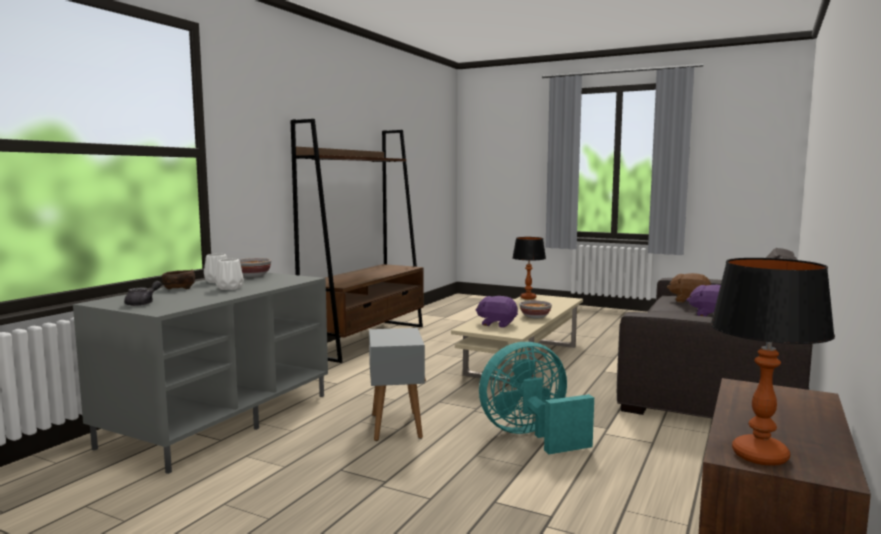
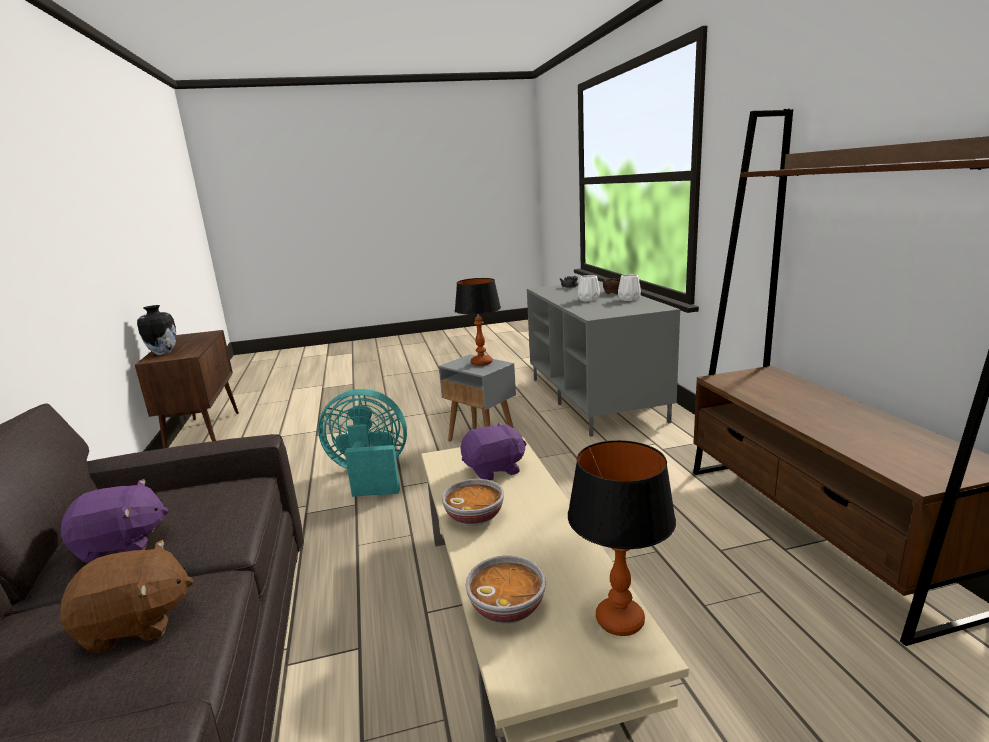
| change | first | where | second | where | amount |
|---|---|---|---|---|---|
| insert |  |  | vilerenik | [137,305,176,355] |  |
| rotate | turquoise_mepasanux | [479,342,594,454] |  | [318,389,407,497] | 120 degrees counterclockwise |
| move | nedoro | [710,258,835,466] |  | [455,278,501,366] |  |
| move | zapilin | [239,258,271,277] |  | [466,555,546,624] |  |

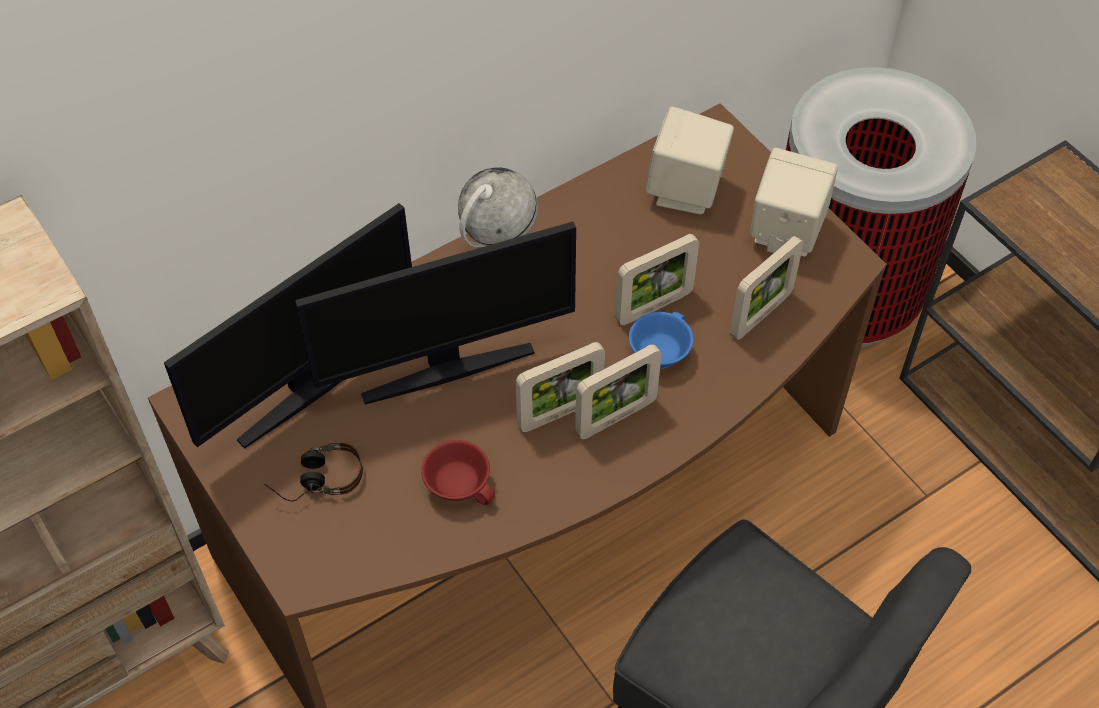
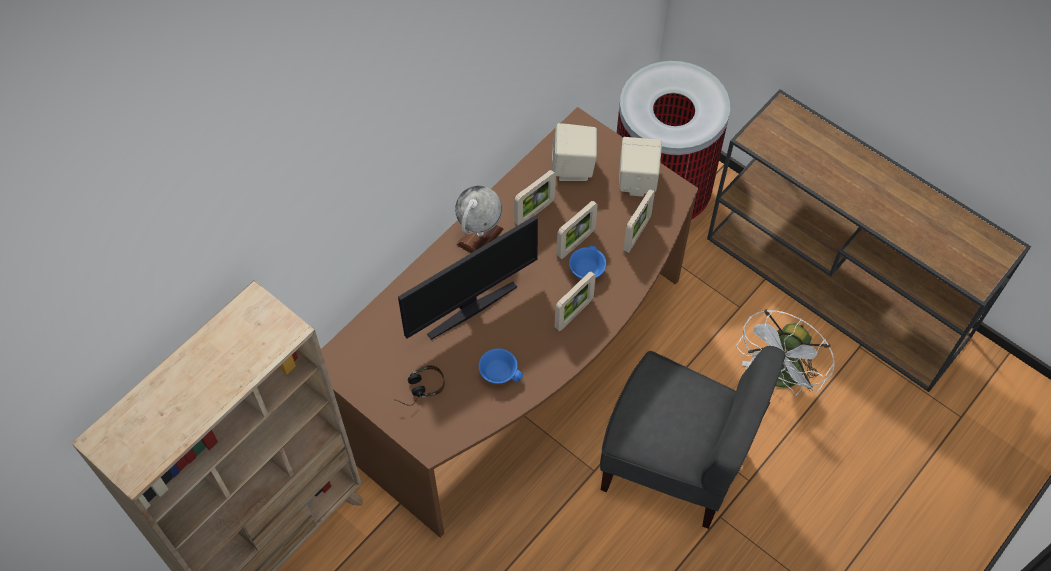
| change | first | where | second | where | amount |
|---|---|---|---|---|---|
| recolor | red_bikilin | [421,440,495,505] | blue_bikilin | [478,348,523,384] |  |
| move | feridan | [516,342,605,432] |  | [514,170,556,226] |  |
| insert |  |  | white_mepasanux | [736,309,835,397] |  |
| delete | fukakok | [164,203,412,448] |  |  |  |

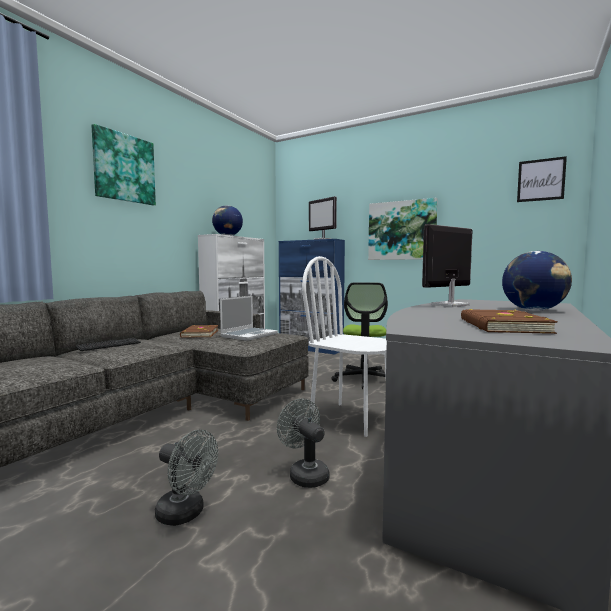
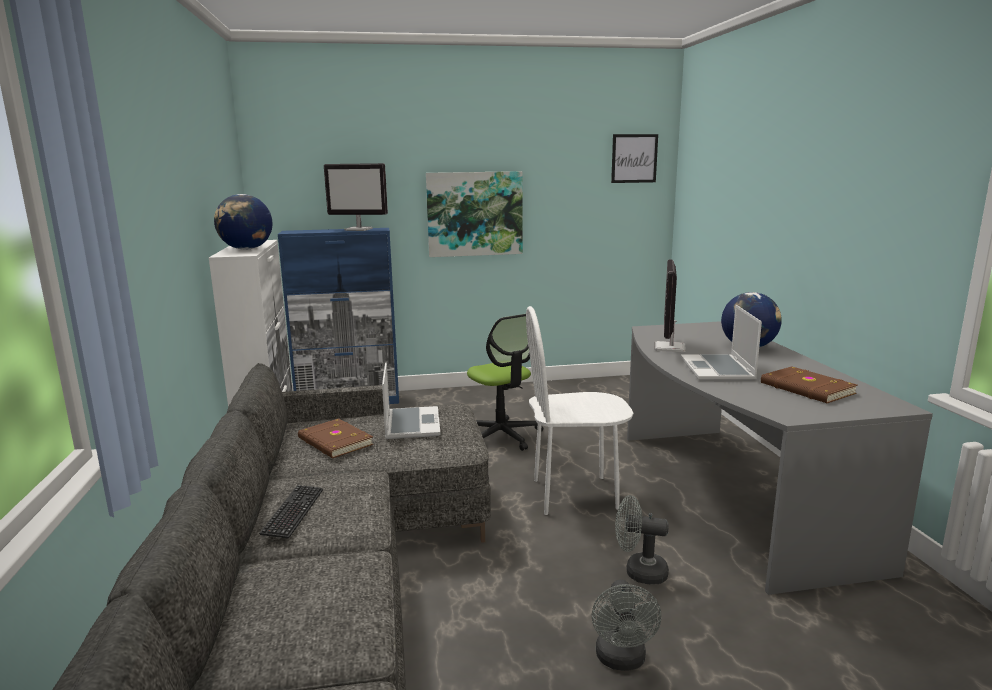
| change | first | where | second | where | amount |
|---|---|---|---|---|---|
| rotate | grey_mepasanux | [155,430,218,526] |  | [592,580,661,671] | 105 degrees clockwise |
| insert |  |  | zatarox | [681,305,762,381] |  |
| delete | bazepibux | [91,124,156,205] |  |  |  |

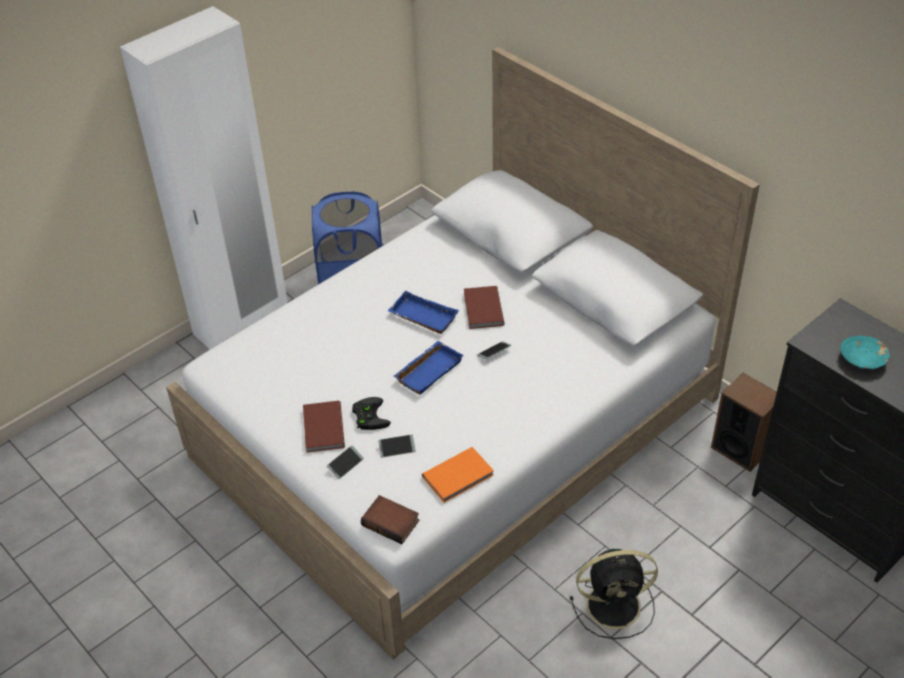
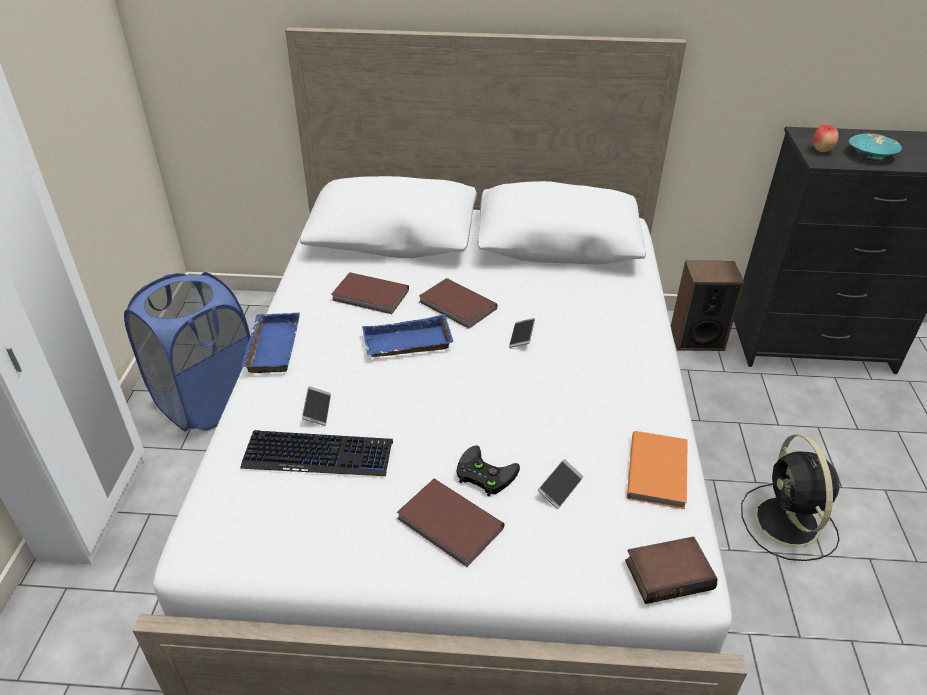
| change | first | where | second | where | amount |
|---|---|---|---|---|---|
| insert |  |  | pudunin | [240,430,393,476] |  |
| move | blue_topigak | [394,341,464,395] |  | [241,312,300,373] |  |
| move | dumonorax | [327,446,364,479] |  | [302,386,331,426] |  |
| insert |  |  | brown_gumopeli | [331,272,409,314] |  |
| rotate | black_mepasanux | [570,549,658,639] |  | [741,434,840,561] | 135 degrees clockwise |
| insert |  |  | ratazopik | [813,125,839,152] |  |

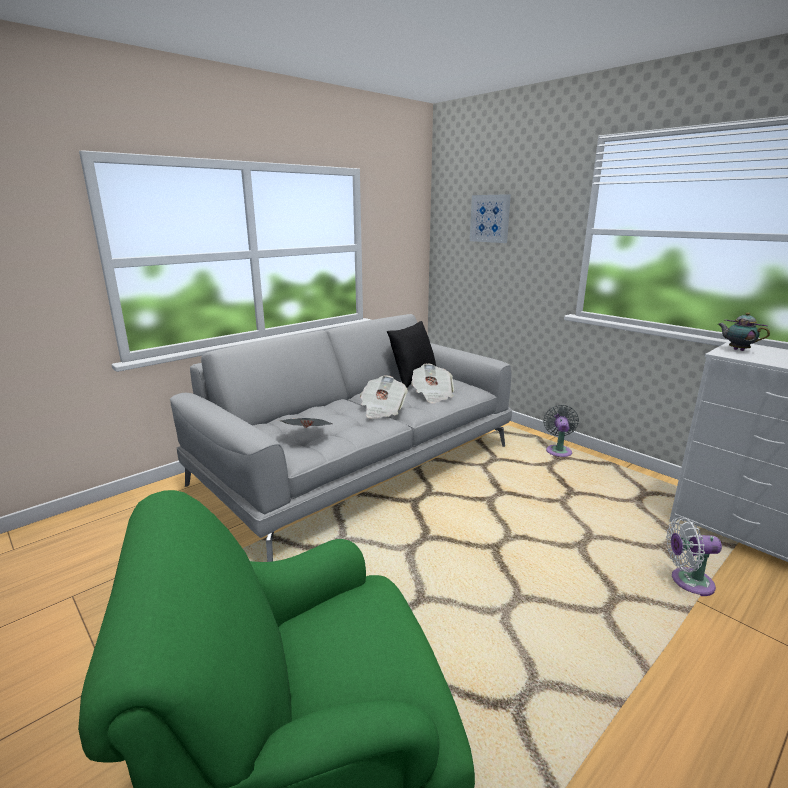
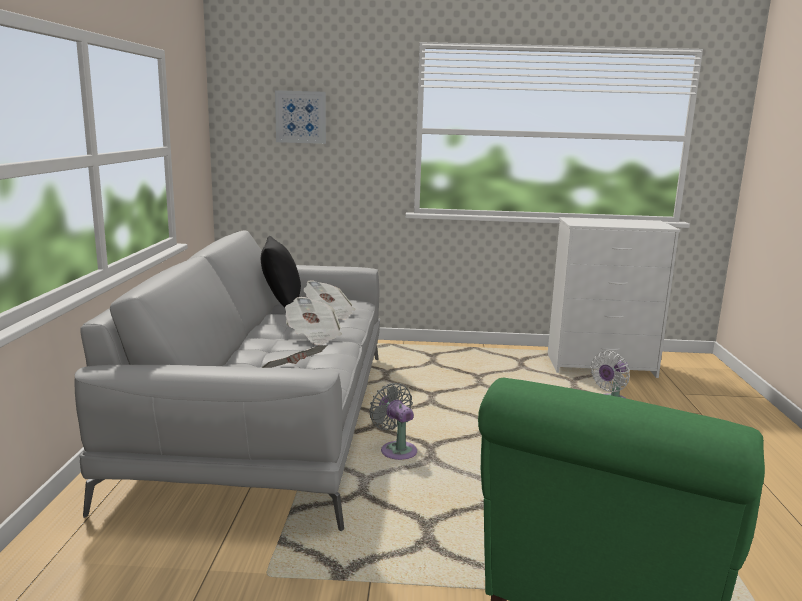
| change | first | where | second | where | amount |
|---|---|---|---|---|---|
| move | grey_mepasanux | [543,405,579,457] |  | [369,383,417,460] |  |
| delete | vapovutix | [718,312,770,351] |  |  |  |

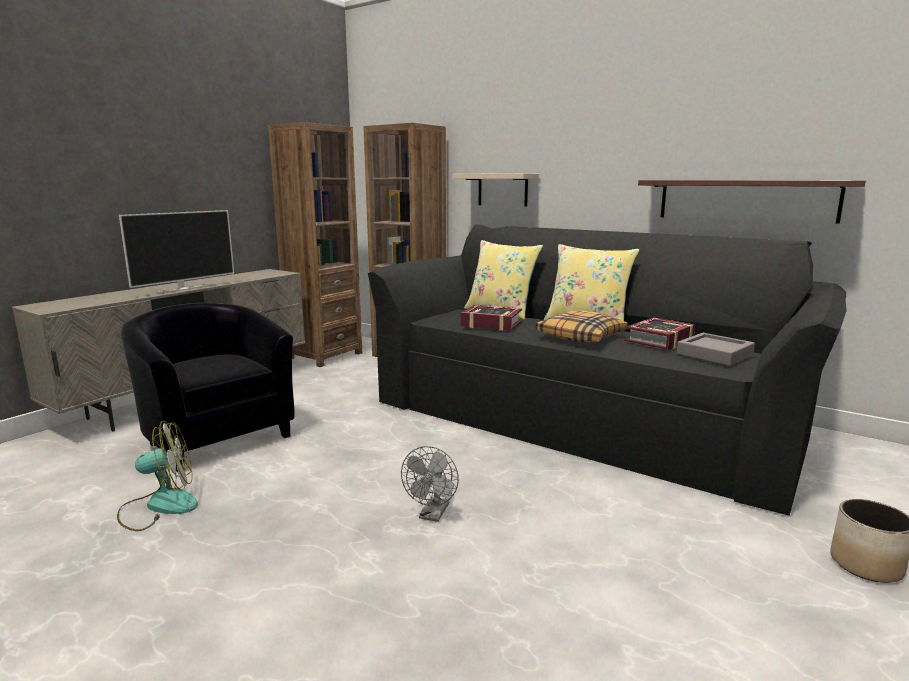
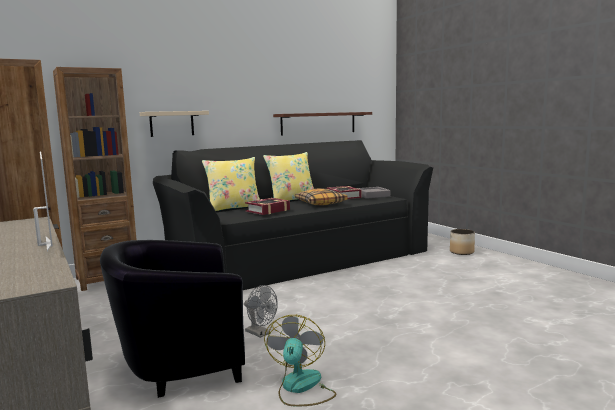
| change | first | where | second | where | amount |
|---|---|---|---|---|---|
| move | grey_mepasanux | [401,446,459,522] |  | [244,285,278,338] |  |

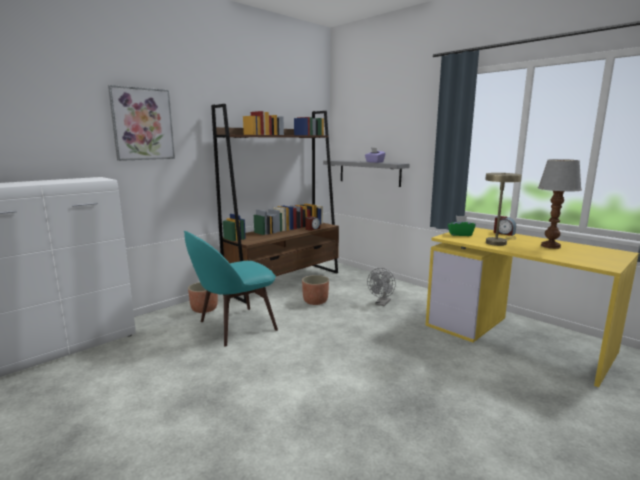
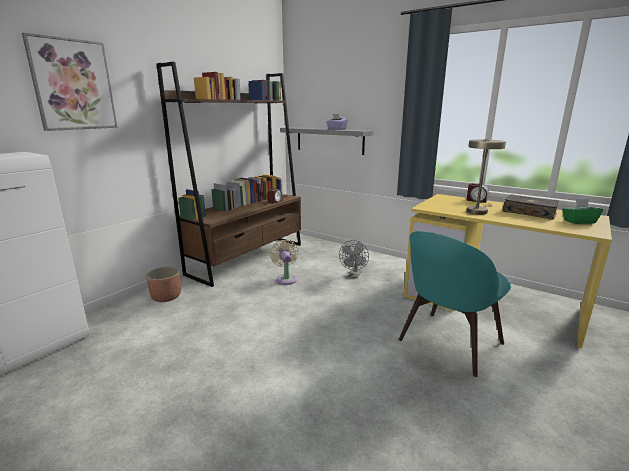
| change | first | where | second | where | amount |
|---|---|---|---|---|---|
| replace | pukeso | [302,275,329,305] | beige_mepasanux | [270,240,298,285] |  |
| move | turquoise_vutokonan | [184,231,278,346] |  | [399,231,511,377] |  |
| replace | nedoro | [538,159,582,249] | gumopeli | [503,194,559,220] |  |
| move | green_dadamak | [448,216,476,236] |  | [562,199,603,224] |  |

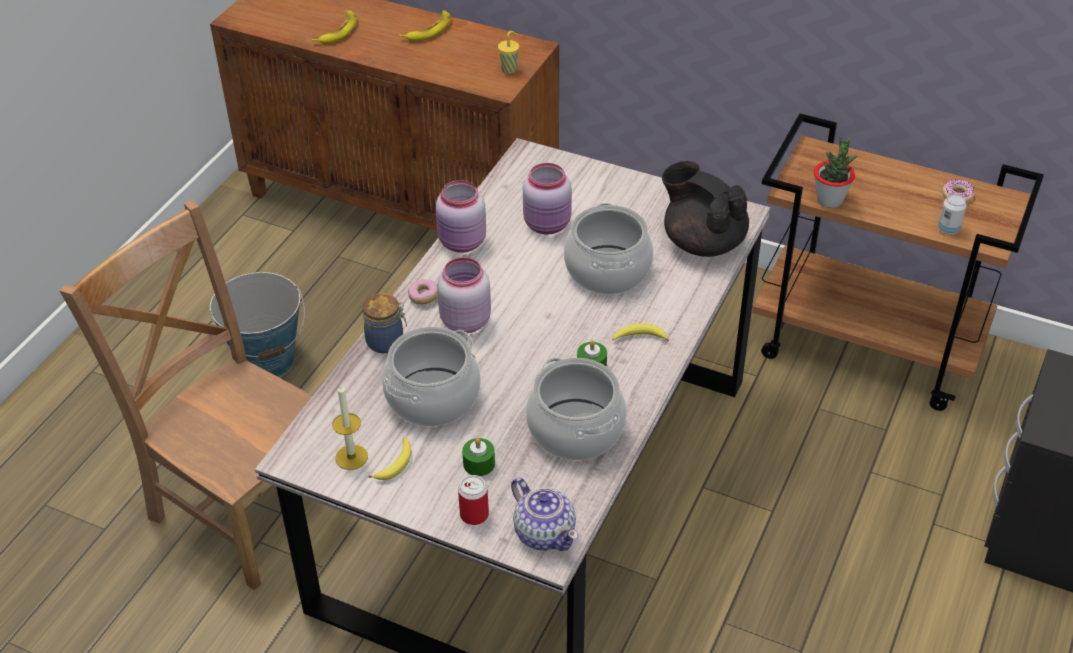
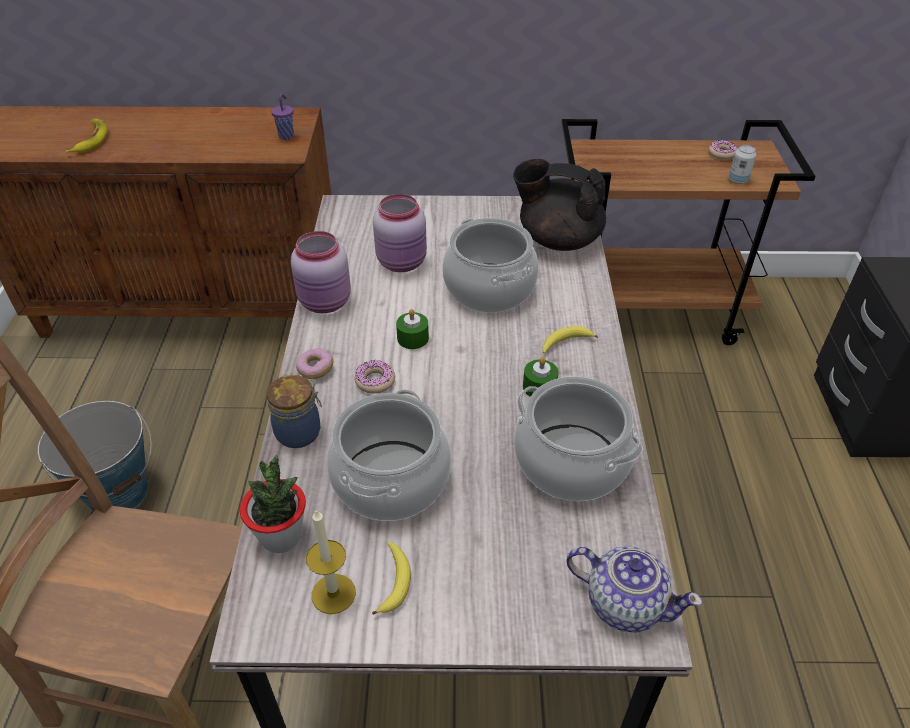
| change | first | where | second | where | amount |
|---|---|---|---|---|---|
| move | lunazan | [814,138,857,208] |  | [240,455,306,553] |  |
| recolor | yellow_bikilin | [498,31,519,74] | purple_bikilin | [271,93,294,140] |  |
| replace | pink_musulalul | [437,257,491,333] | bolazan | [355,360,395,394] |  |
| move | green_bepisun | [462,438,495,476] |  | [396,309,429,349] |  |
| delete | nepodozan | [399,10,451,41] |  |  |  |
| delete | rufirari | [458,475,489,525] |  |  |  |

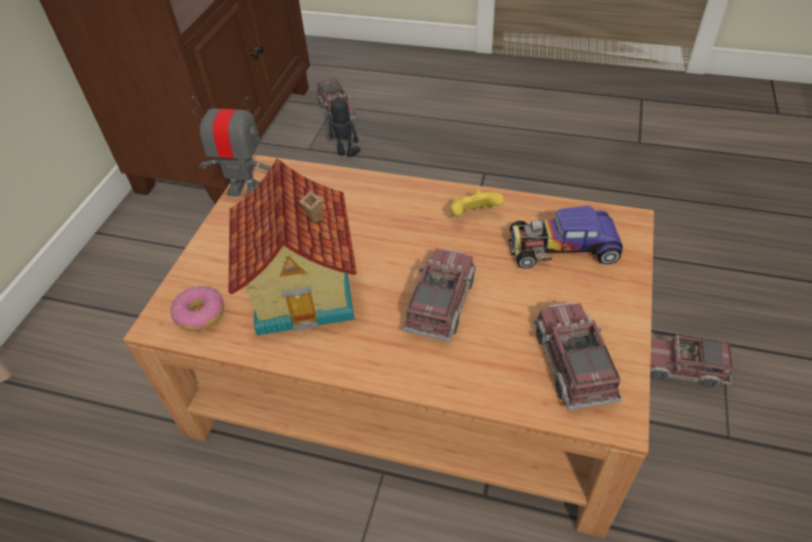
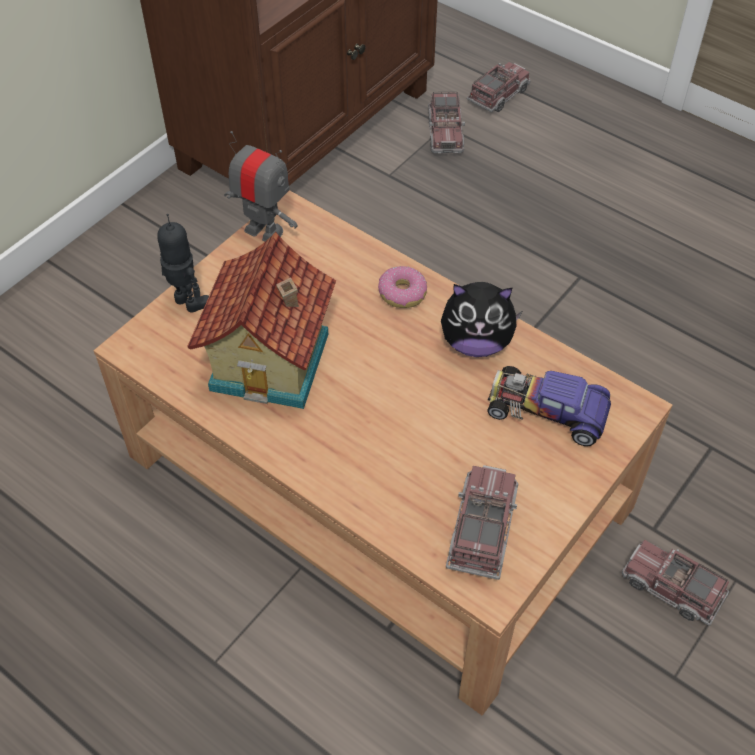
| change | first | where | second | where | amount |
|---|---|---|---|---|---|
| move | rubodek | [329,90,360,157] |  | [157,214,209,312] |  |
| move | bolazan | [171,286,224,331] |  | [378,266,427,308] |  |
| replace | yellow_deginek | [450,189,504,217] | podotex | [441,282,522,357] |  |
| move | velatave | [402,249,476,342] |  | [467,62,531,112] |  |

